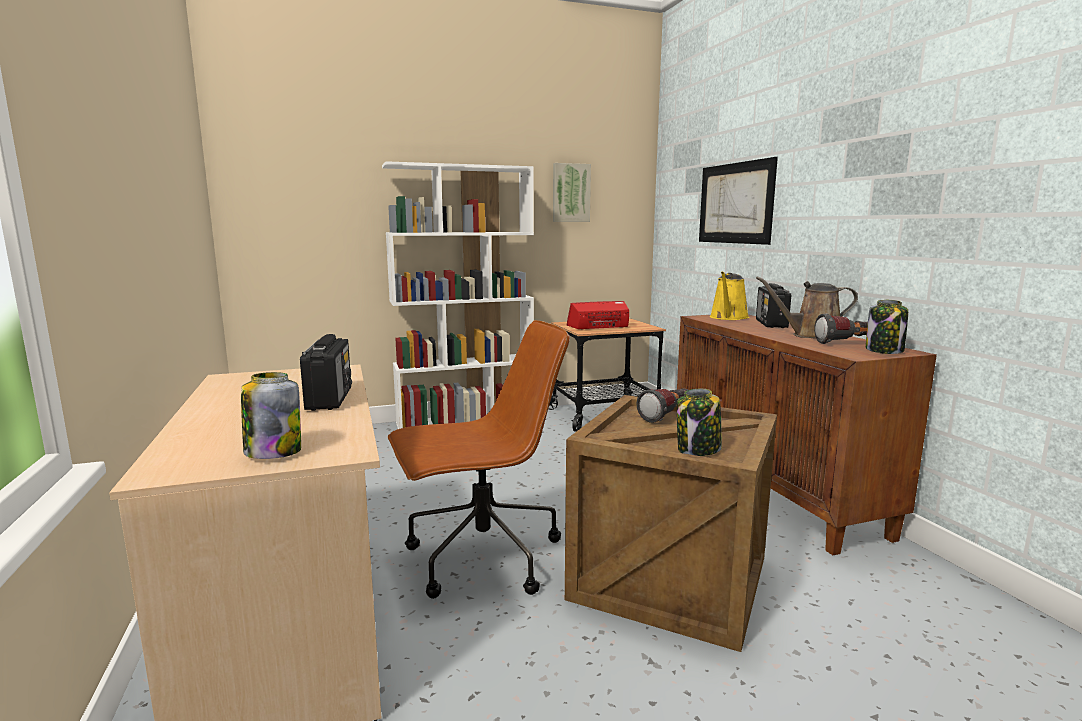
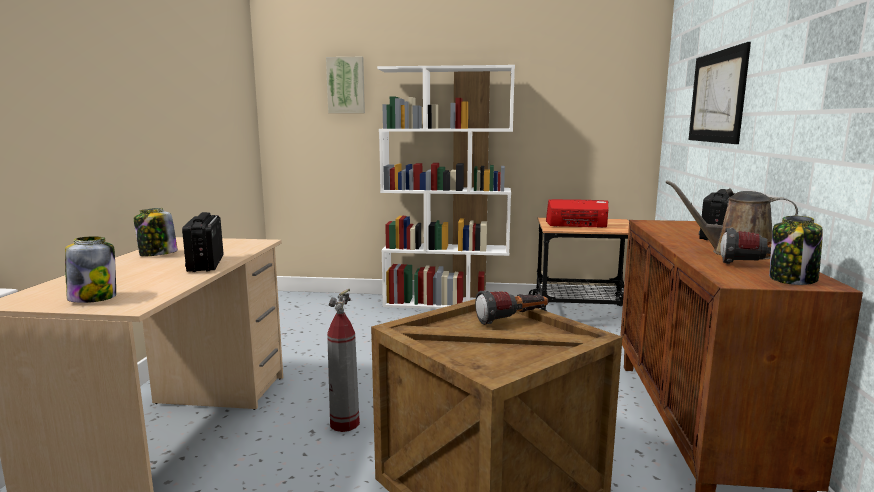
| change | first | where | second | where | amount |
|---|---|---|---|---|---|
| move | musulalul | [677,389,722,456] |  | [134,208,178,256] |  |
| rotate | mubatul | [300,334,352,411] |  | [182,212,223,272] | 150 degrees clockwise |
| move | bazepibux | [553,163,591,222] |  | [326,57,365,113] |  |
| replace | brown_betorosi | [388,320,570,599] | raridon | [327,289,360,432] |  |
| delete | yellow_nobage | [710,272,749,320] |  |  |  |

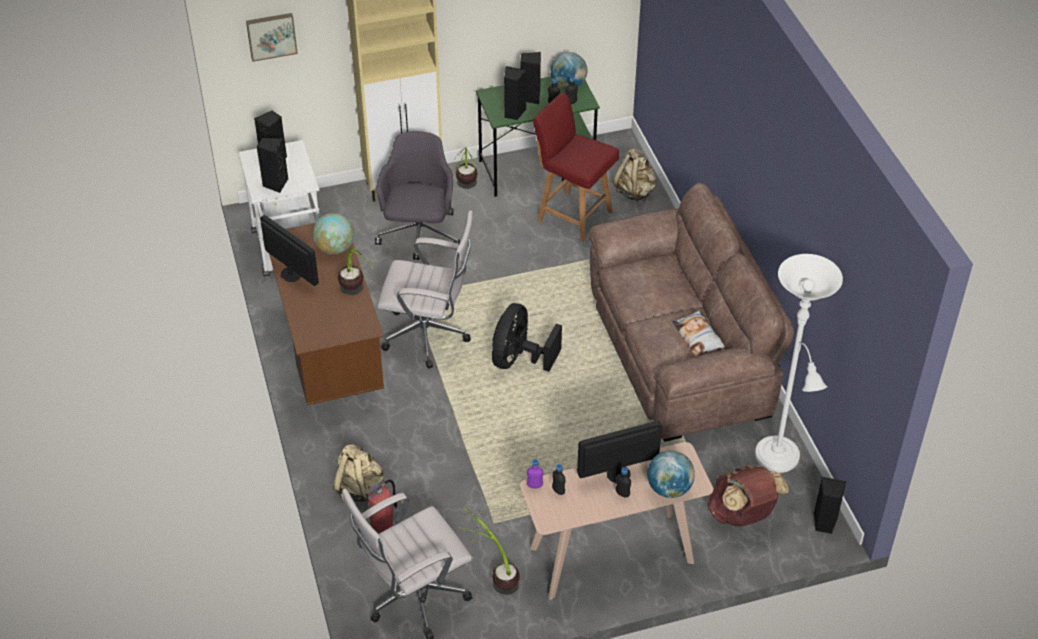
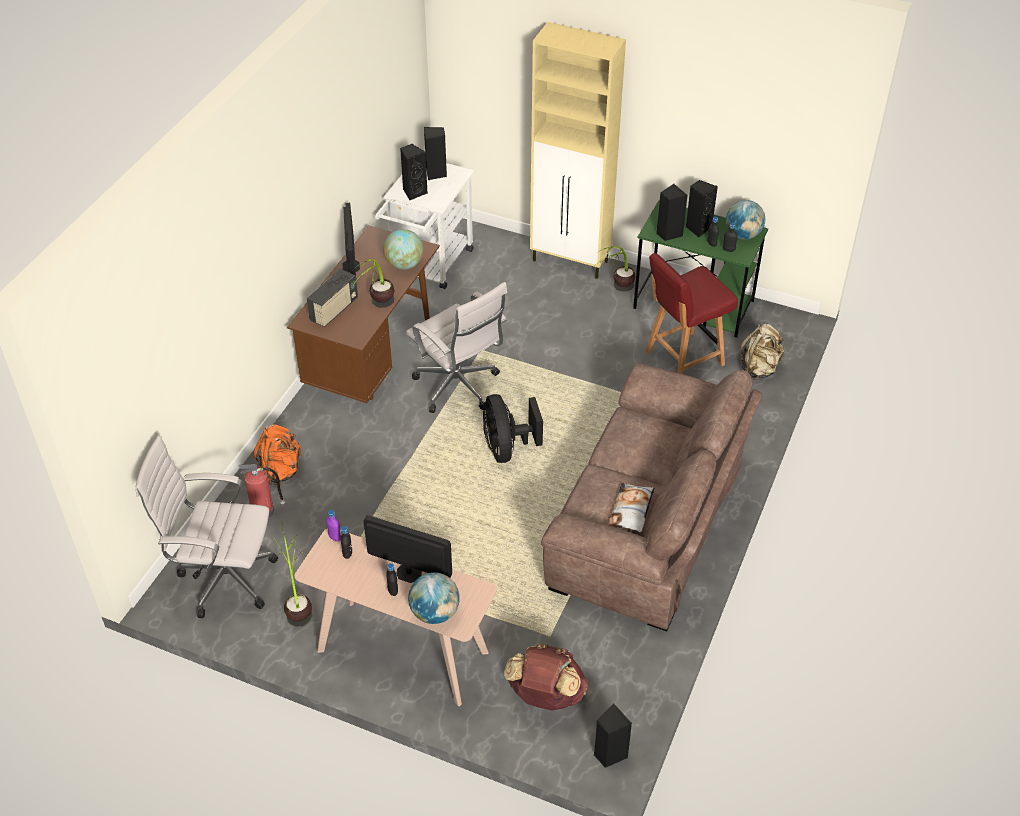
| change | first | where | second | where | amount |
|---|---|---|---|---|---|
| recolor | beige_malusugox | [333,444,383,502] | orange_malusugox | [253,425,302,485] |  |
| insert |  |  | mubatul | [307,269,358,327] |  |
| rotate | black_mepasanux | [492,303,562,372] |  | [483,394,543,463] | 75 degrees counterclockwise |
| rotate | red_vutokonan | [533,93,619,242] |  | [645,253,738,374] | 105 degrees counterclockwise |
| delete | bazepibux | [246,13,298,62] |  |  |  |
| delete | grey_betorosi | [375,131,460,260] |  |  |  |
| delete | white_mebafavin | [755,254,843,473] |  |  |  |

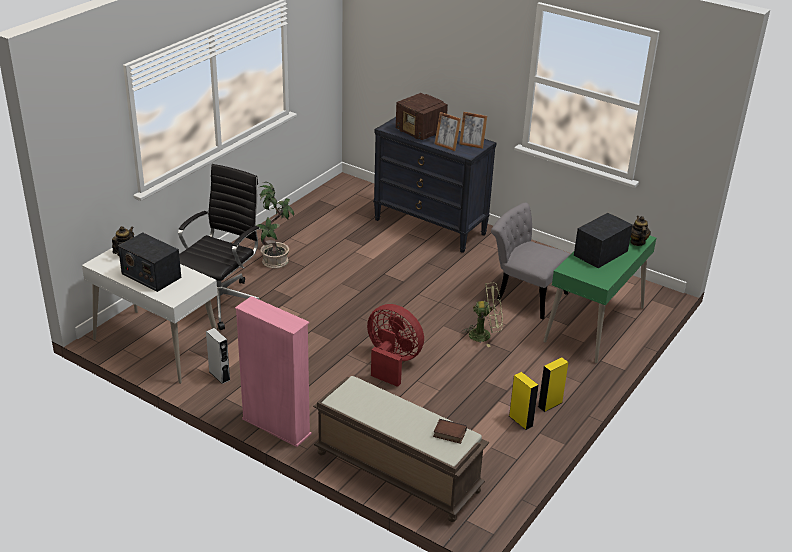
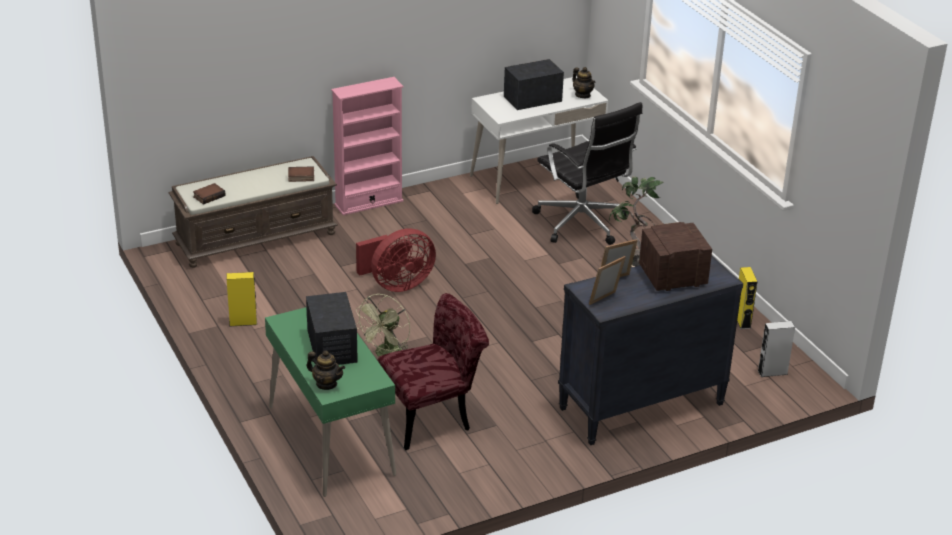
| change | first | where | second | where | amount |
|---|---|---|---|---|---|
| insert |  |  | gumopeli | [288,166,314,182] |  |
| recolor | grey_vutokonan | [491,203,570,319] | red_vutokonan | [378,293,489,450] |  |
| move | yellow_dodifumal | [538,357,568,412] |  | [737,267,758,329] |  |
| move | grey_dodifumal | [206,328,230,384] |  | [757,321,795,377] |  |

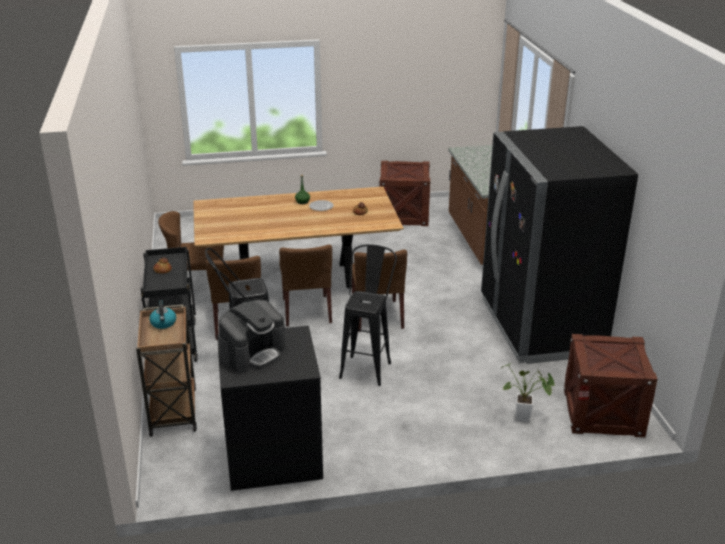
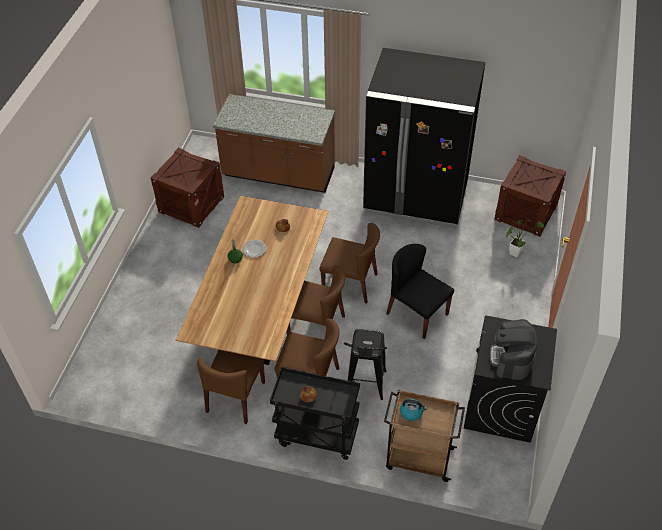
| change | first | where | second | where | amount |
|---|---|---|---|---|---|
| replace | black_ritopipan | [339,244,397,386] | black_vutokonan | [386,244,454,339] |  |
| rotate | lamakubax | [219,300,286,373] |  | [490,319,537,380] | 150 degrees counterclockwise |

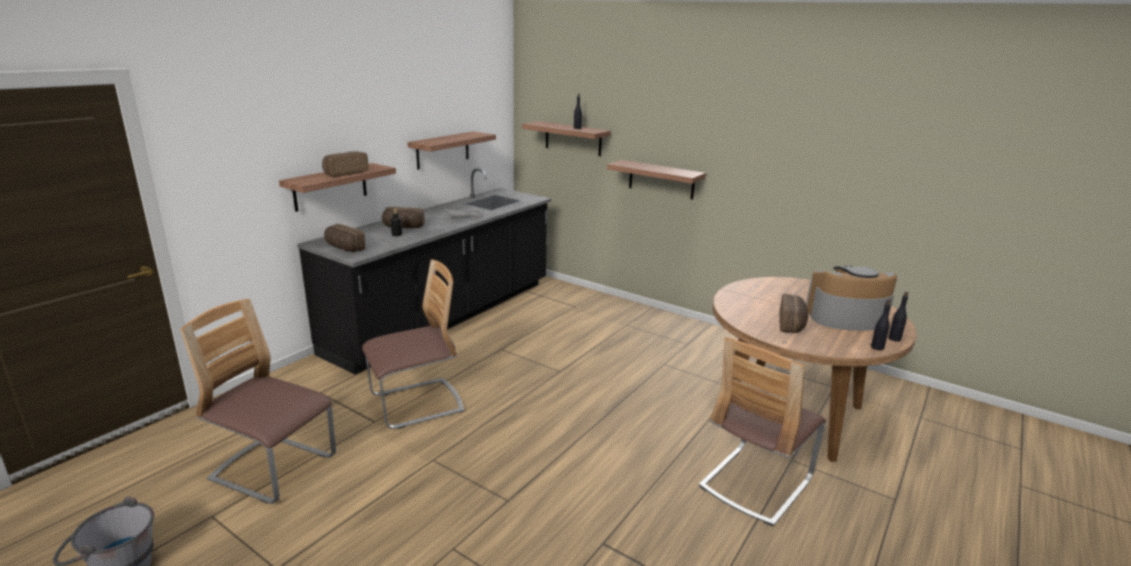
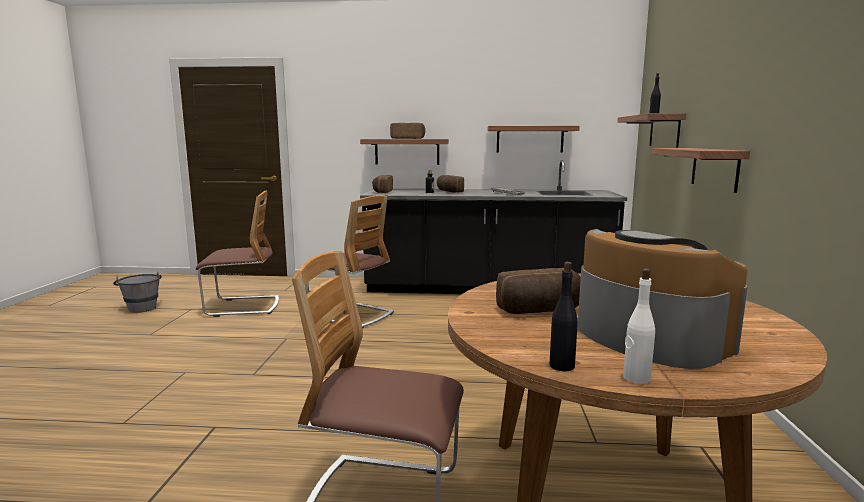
| change | first | where | second | where | amount |
|---|---|---|---|---|---|
| rotate | vutokonan | [180,299,336,504] |  | [196,190,279,317] | 90 degrees clockwise |
| recolor | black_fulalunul | [888,292,908,342] | white_fulalunul | [623,268,655,384] |  |

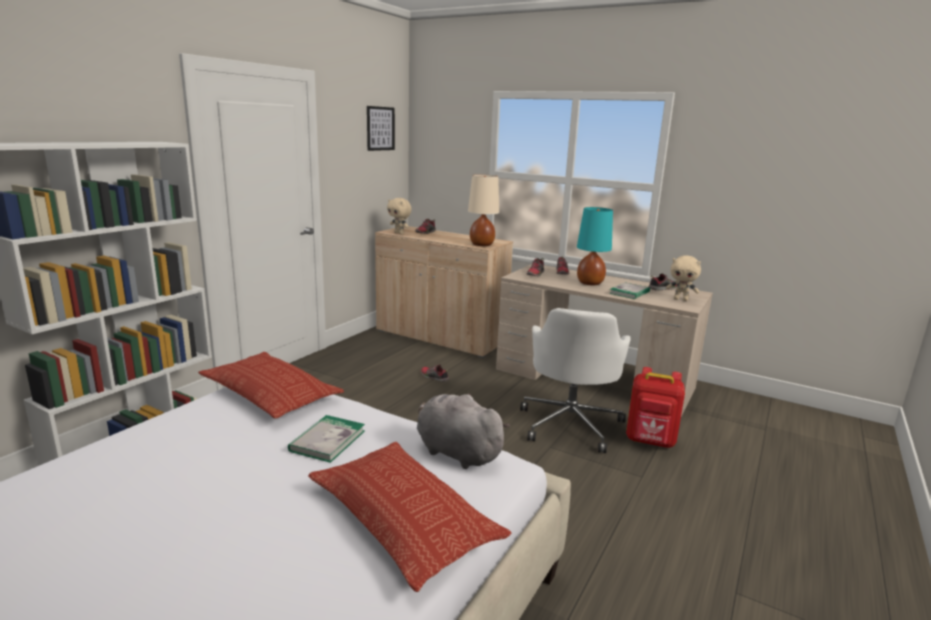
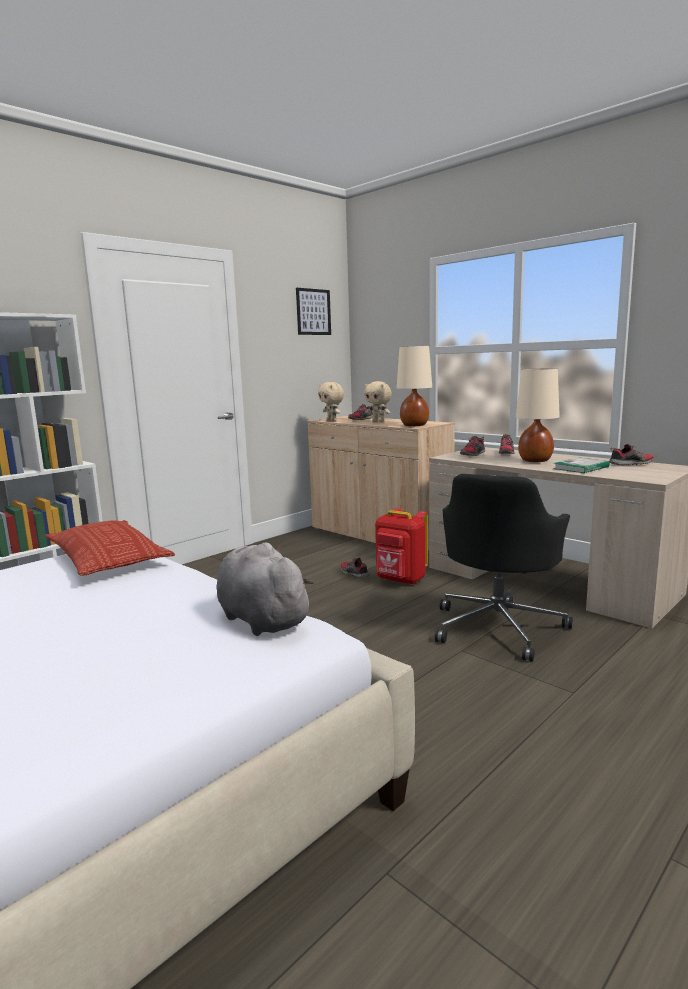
| change | first | where | second | where | amount |
|---|---|---|---|---|---|
| move | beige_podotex | [666,255,701,301] |  | [364,381,392,422] |  |
| move | red_malusugox | [626,367,685,448] |  | [375,508,428,585] |  |
| recolor | white_betorosi | [520,308,631,453] | black_betorosi | [435,474,573,662] |  |
| recolor | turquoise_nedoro | [577,207,613,285] | beige_nedoro | [516,368,560,462] |  |
| delete | gumopeli | [288,415,365,463] |  |  |  |
| delete | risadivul | [308,442,512,592] |  |  |  |

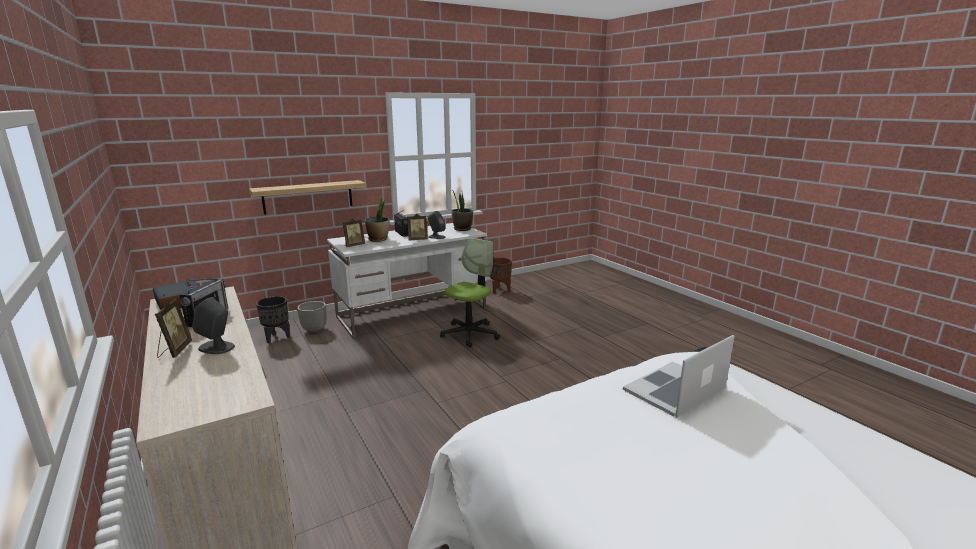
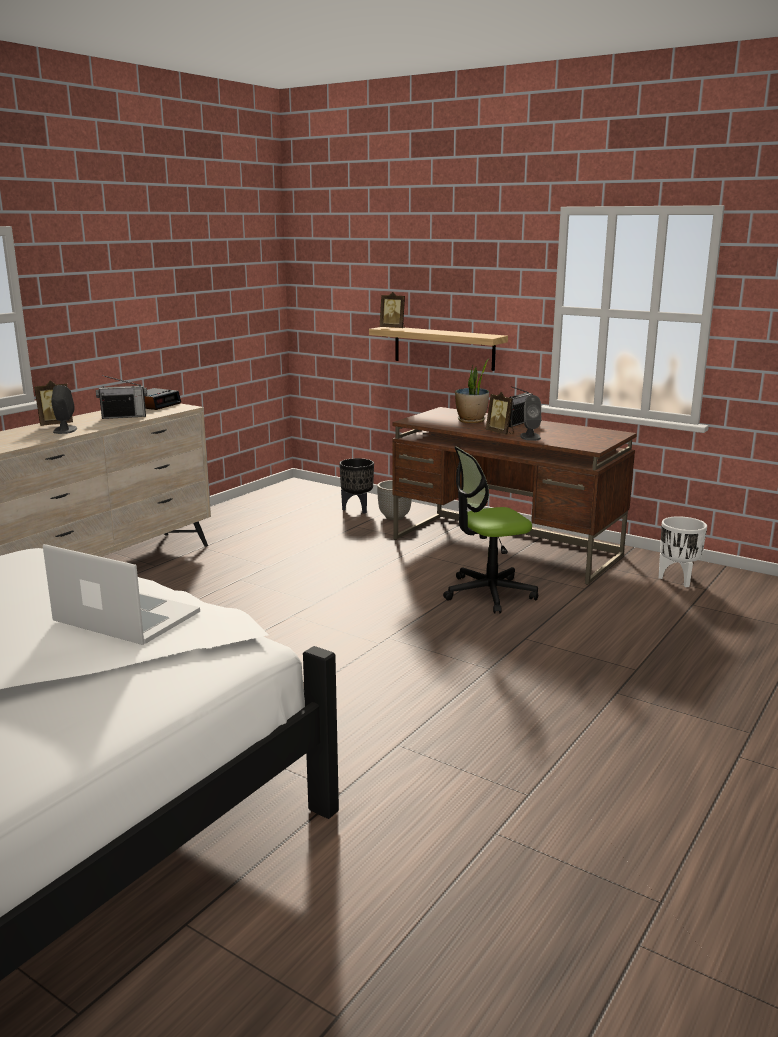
| change | first | where | second | where | amount |
|---|---|---|---|---|---|
| move | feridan | [343,219,365,247] |  | [380,292,405,328] |  |
| recolor | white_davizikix | [327,223,487,339] | brown_davizikix | [392,407,637,585] |  |
| rotate | betorosi | [440,238,500,348] |  | [443,446,538,613] | 150 degrees clockwise |
| recolor | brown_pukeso | [490,258,512,294] | white_pukeso | [659,516,707,587] |  |
| delete | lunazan | [451,190,473,231] |  |  |  |

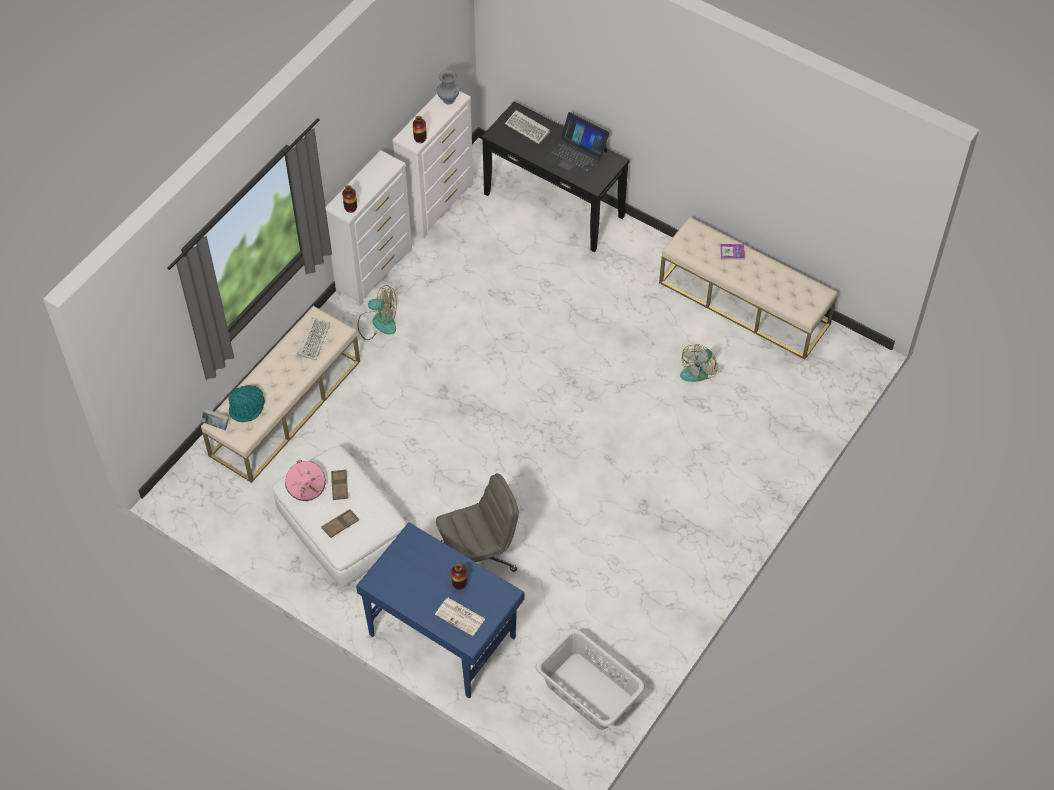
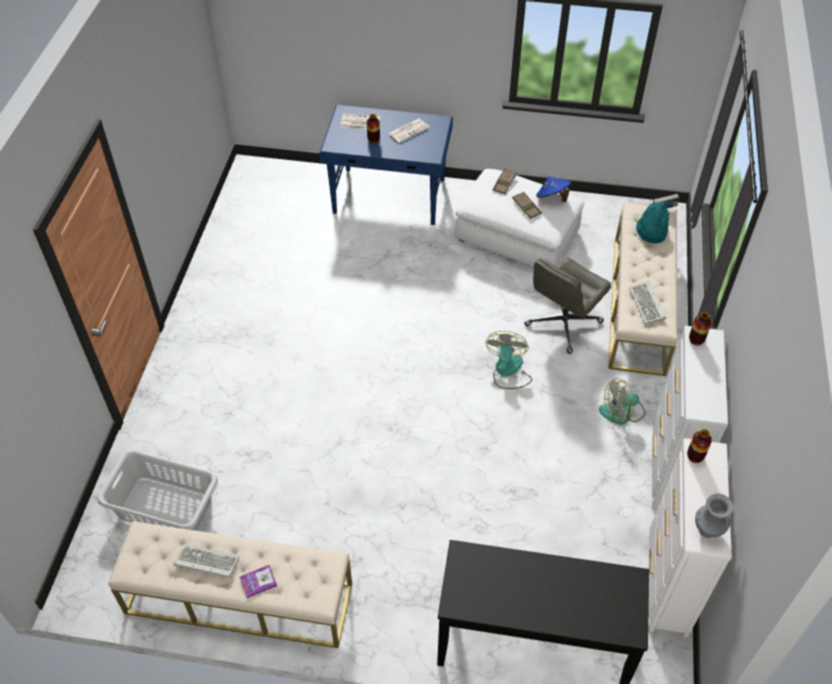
| change | first | where | second | where | amount |
|---|---|---|---|---|---|
| move | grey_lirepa | [535,629,645,730] |  | [98,450,218,531] |  |
| move | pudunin | [505,110,550,144] |  | [173,544,239,578] |  |
| insert |  |  | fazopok | [388,119,430,143] |  |
| move | mepasanux | [680,344,717,382] |  | [486,331,532,389] |  |
| move | grey_betorosi | [436,473,519,572] |  | [524,258,611,354] |  |
| recolor | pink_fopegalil | [285,460,326,501] | blue_fopegalil | [536,176,571,202] |  |
| delete | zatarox | [544,112,609,179] |  |  |  |

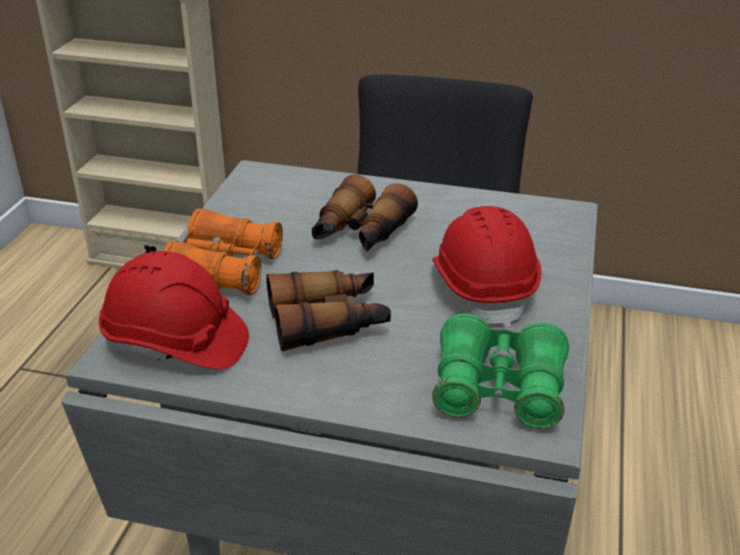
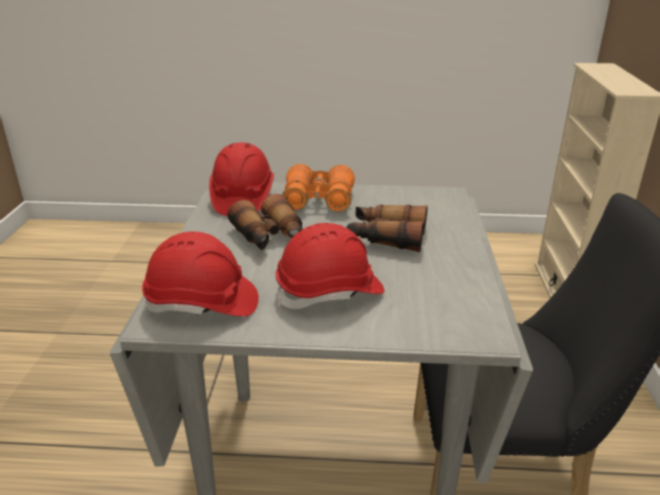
| change | first | where | second | where | amount |
|---|---|---|---|---|---|
| replace | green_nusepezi | [432,313,569,429] | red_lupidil | [142,231,259,317] |  |

